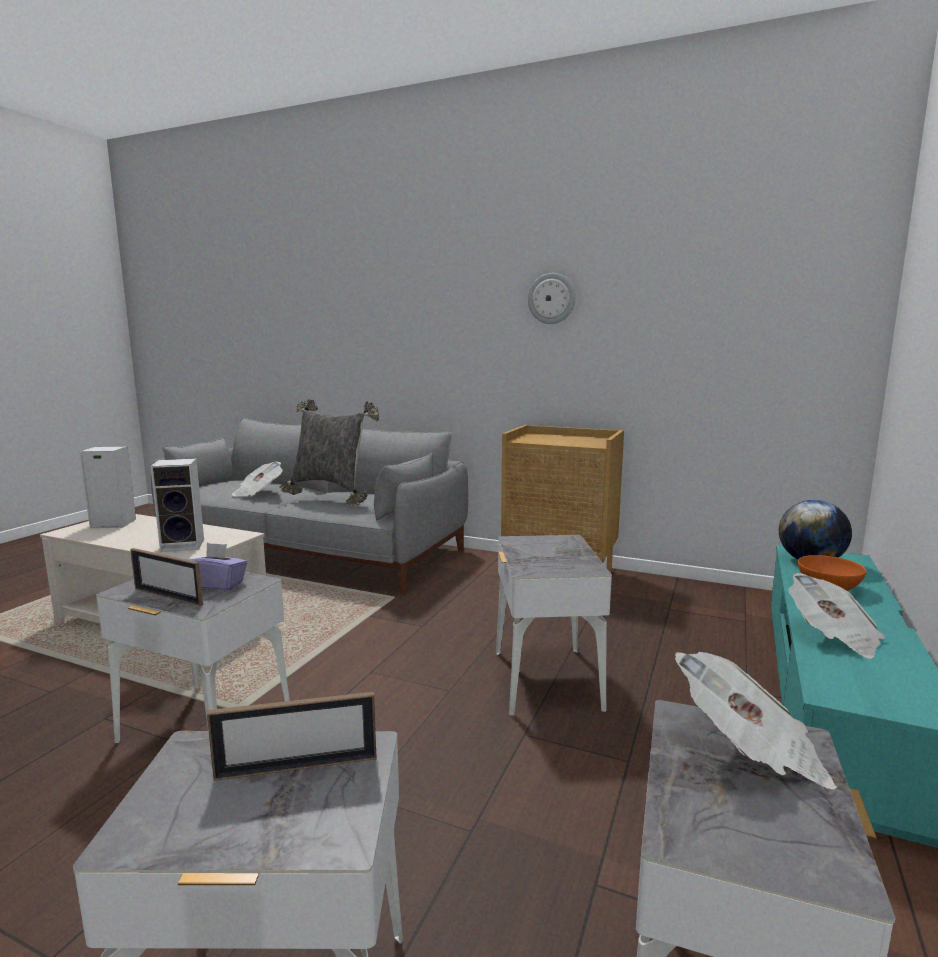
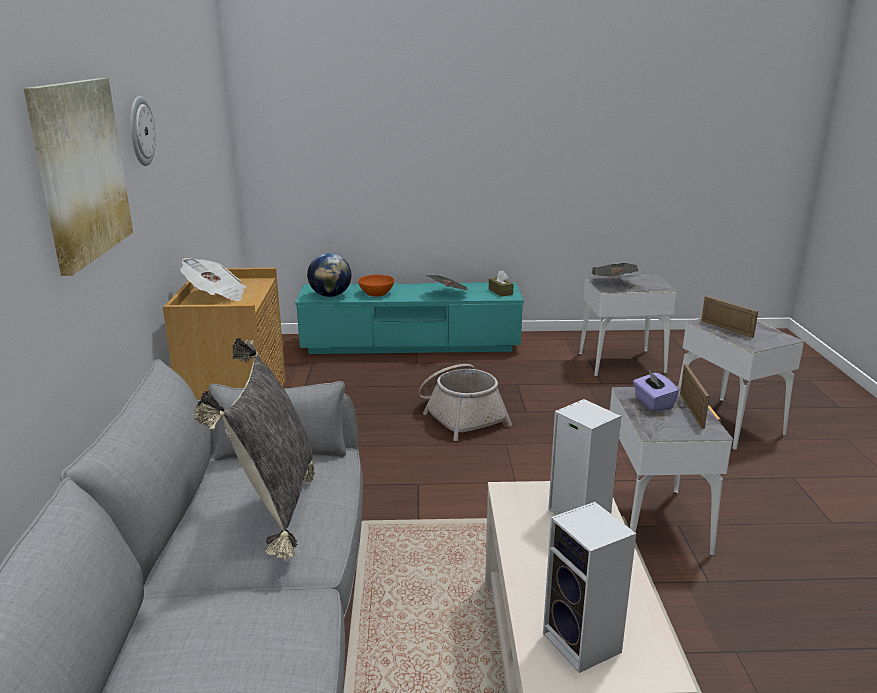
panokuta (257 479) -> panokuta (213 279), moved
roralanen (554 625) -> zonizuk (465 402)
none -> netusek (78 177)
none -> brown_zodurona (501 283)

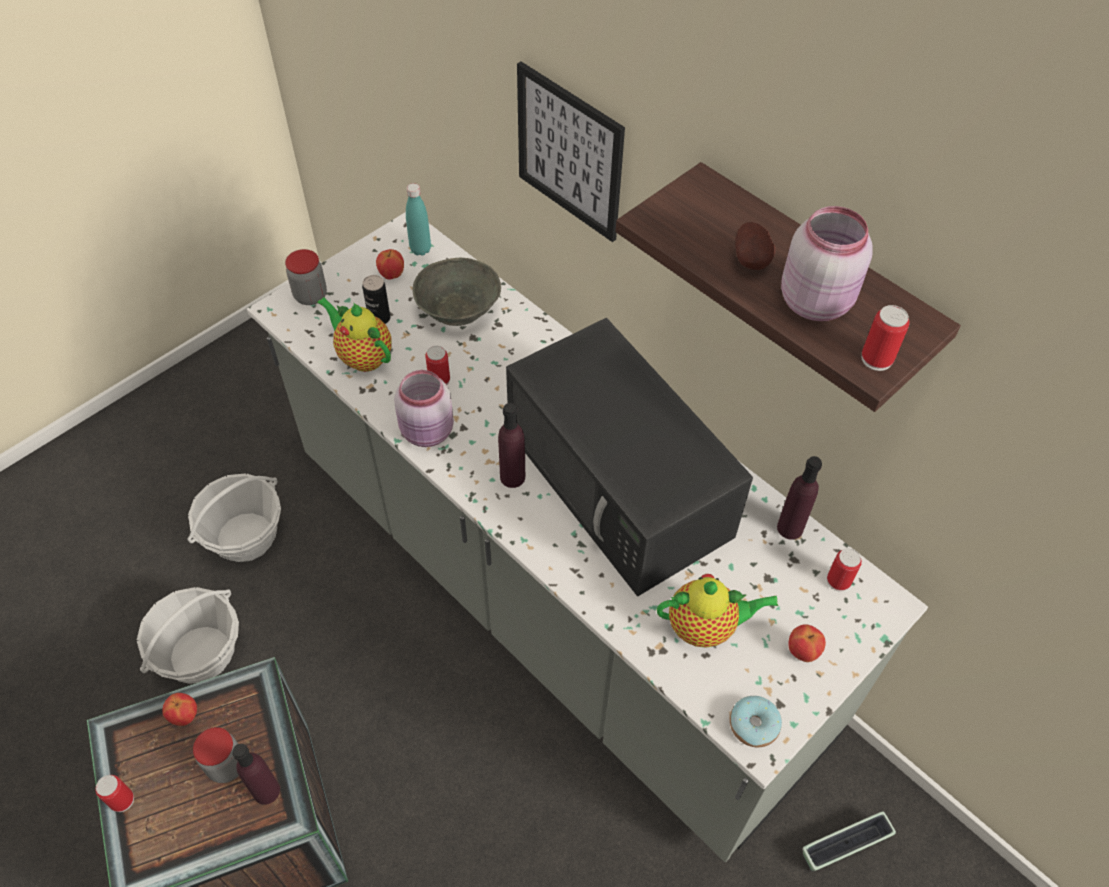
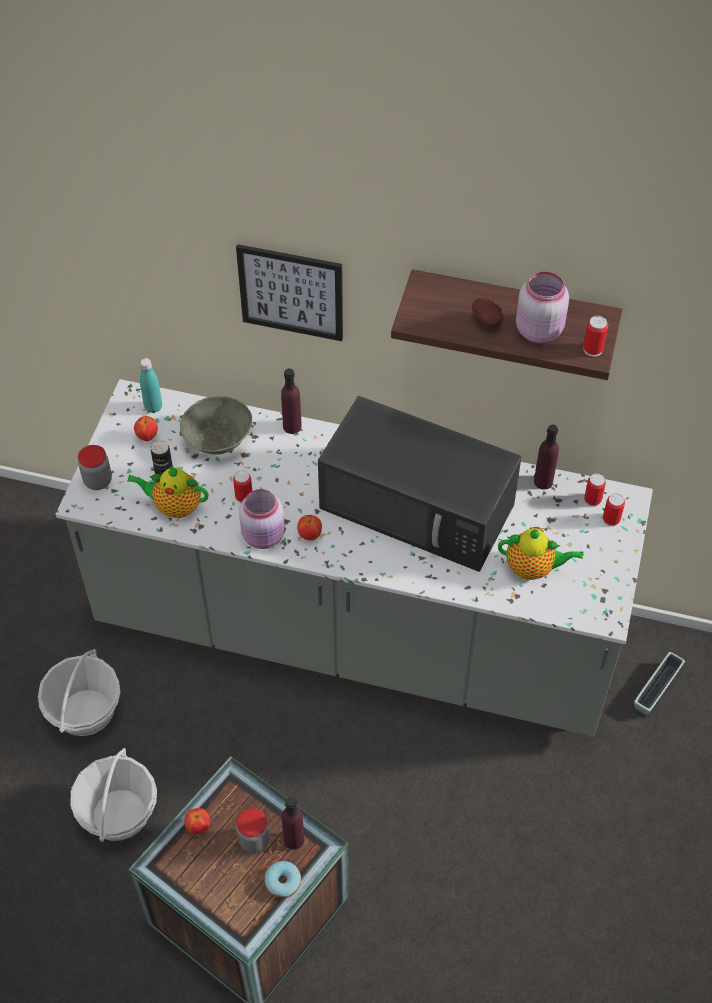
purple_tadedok (511 445) -> purple_tadedok (291 401), moved
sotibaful (717 611) -> sotibaful (540 553), 45 degrees clockwise
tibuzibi (807 643) -> tibuzibi (309 527), moved
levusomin (756 721) -> levusomin (283 879), moved
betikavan (114 793) -> betikavan (614 510), moved

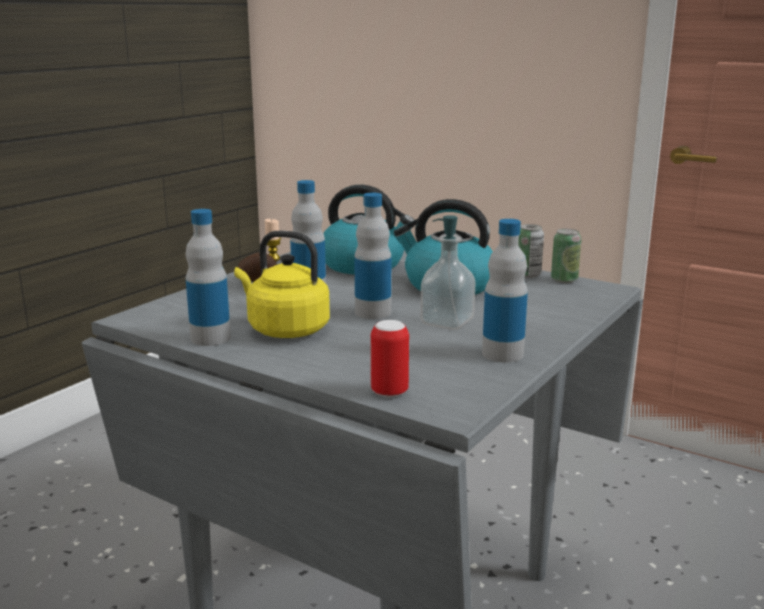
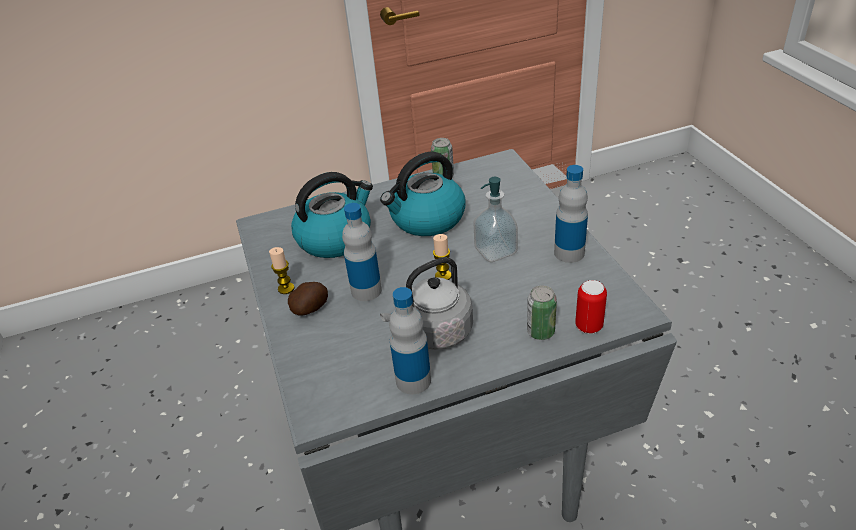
tadedok (372 256) -> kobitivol (442 257)
betikavan (566 256) -> betikavan (542 313), moved
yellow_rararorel (282 284) -> grey_rararorel (426 303)

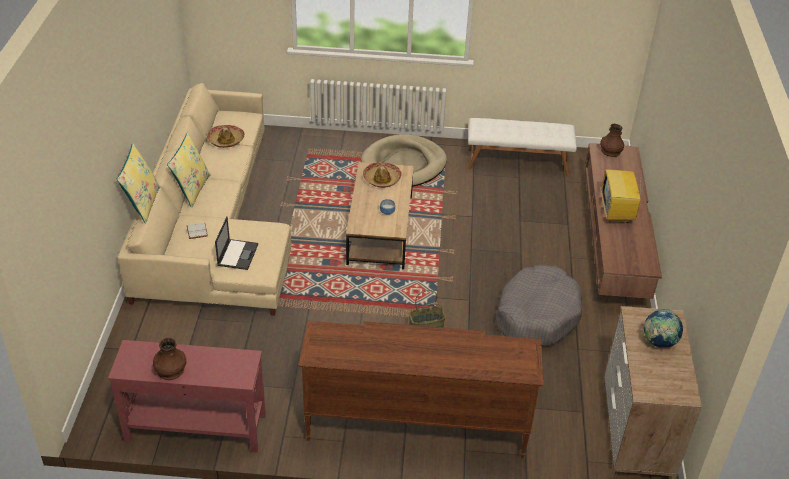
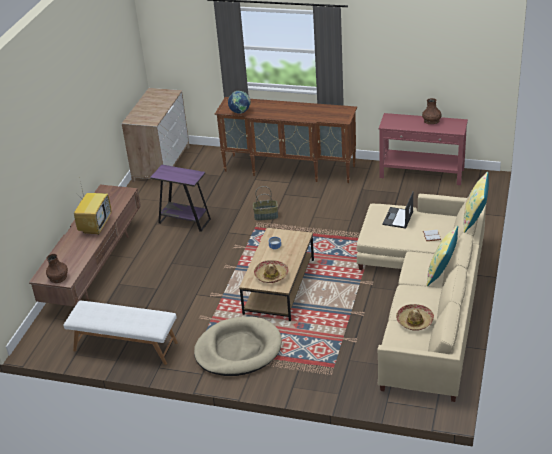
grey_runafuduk (539 305) -> purple_roralanen (180 198)
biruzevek (663 328) -> biruzevek (239 102), moved

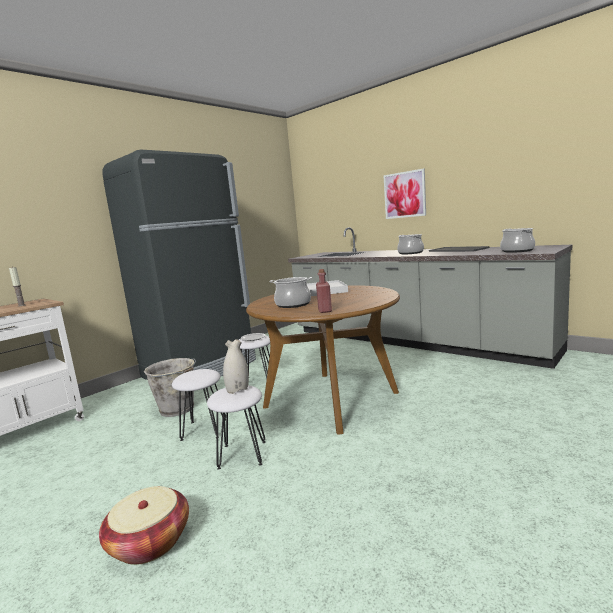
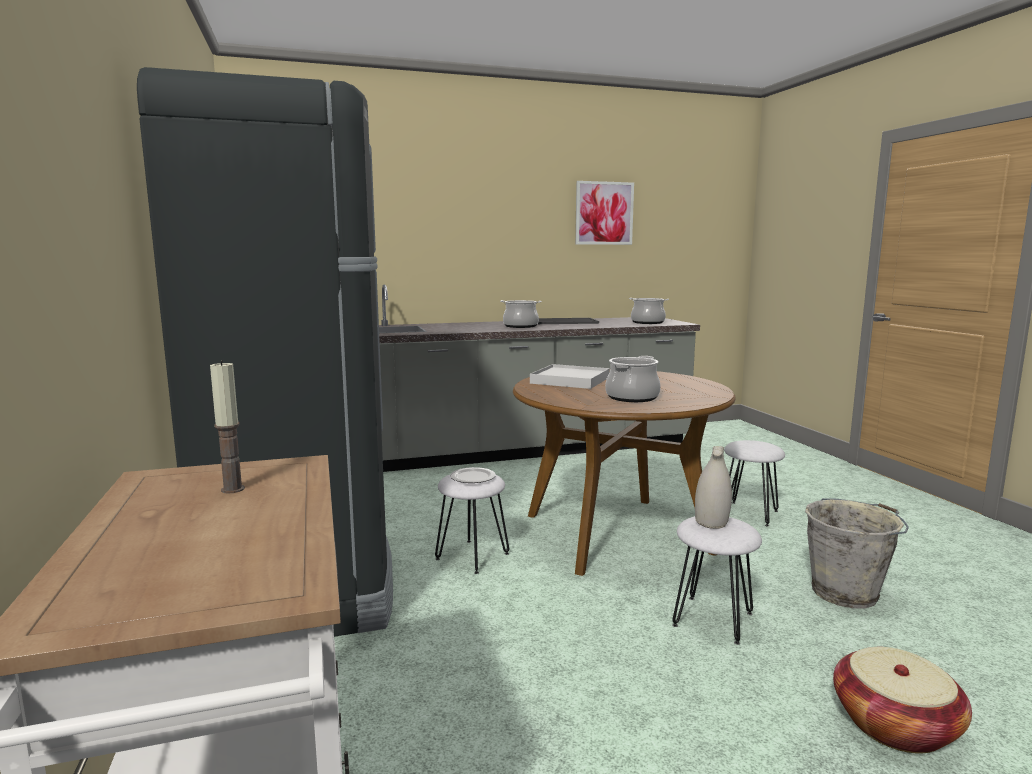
netusek (404 193) -> netusek (604 213), moved
red_tadedok (324 291) -> none
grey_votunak (170 387) -> grey_votunak (857 553), moved
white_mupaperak (199 405) -> white_mupaperak (754 483), moved

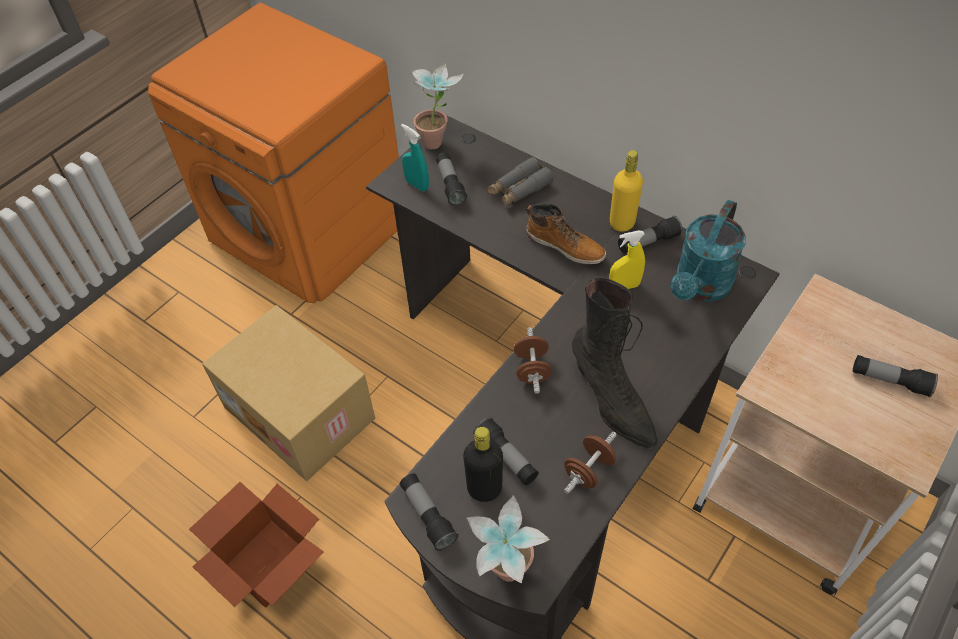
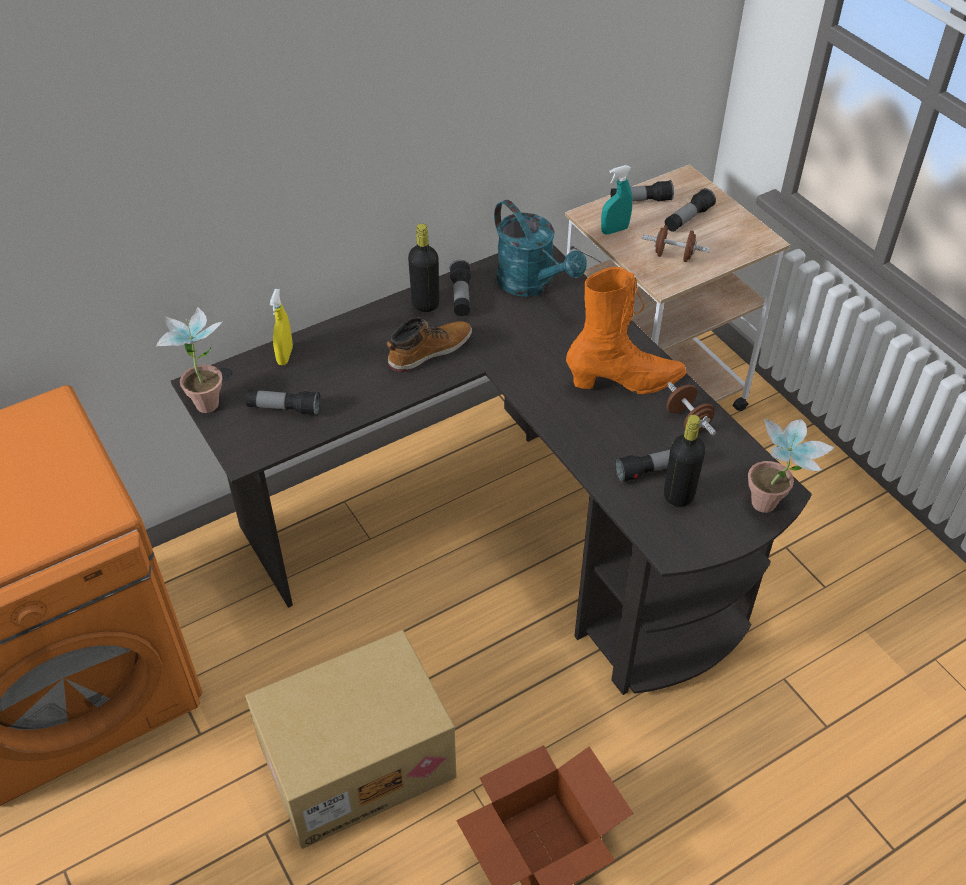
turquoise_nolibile (415 157) -> turquoise_nolibile (617 200), moved
yellow_tadedok (626 191) -> black_tadedok (423 268)
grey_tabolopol (520 182) -> none
yellow_nolibile (627 259) -> yellow_nolibile (281 327), moved
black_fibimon (614 363) -> orange_fibimon (626 330)
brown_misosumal (533 360) -> brown_misosumal (676 243), moved
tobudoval (429 512) -> tobudoval (642 191), moved

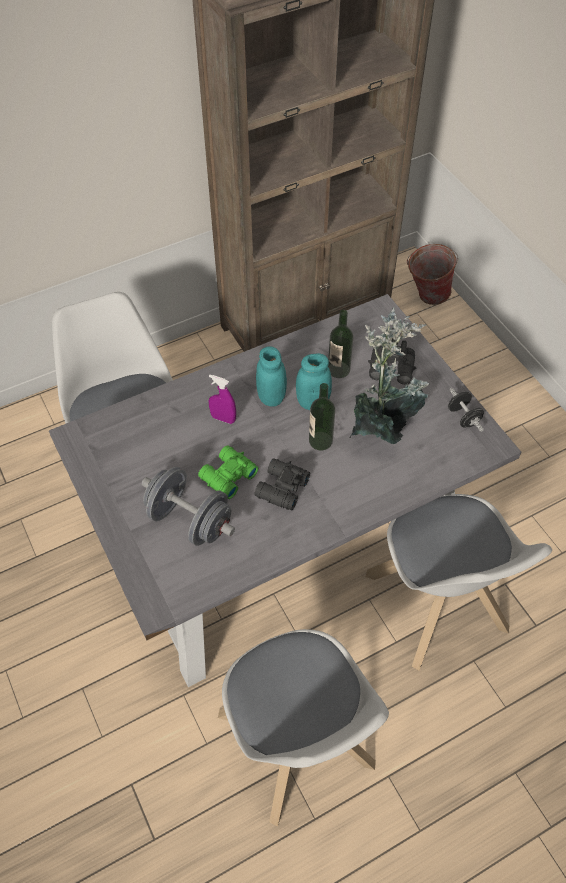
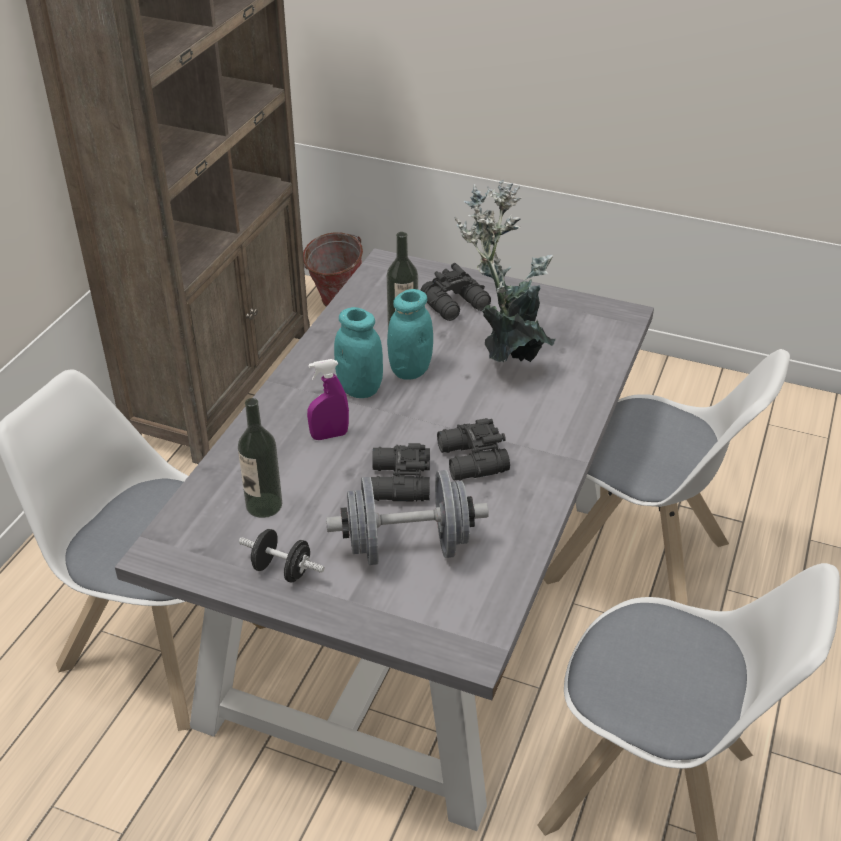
tadedok (322 416) -> tadedok (260 458), moved
black_misosumal (466 410) -> black_misosumal (281 556), moved
green_tabolopol (228 472) -> black_tabolopol (400 472)

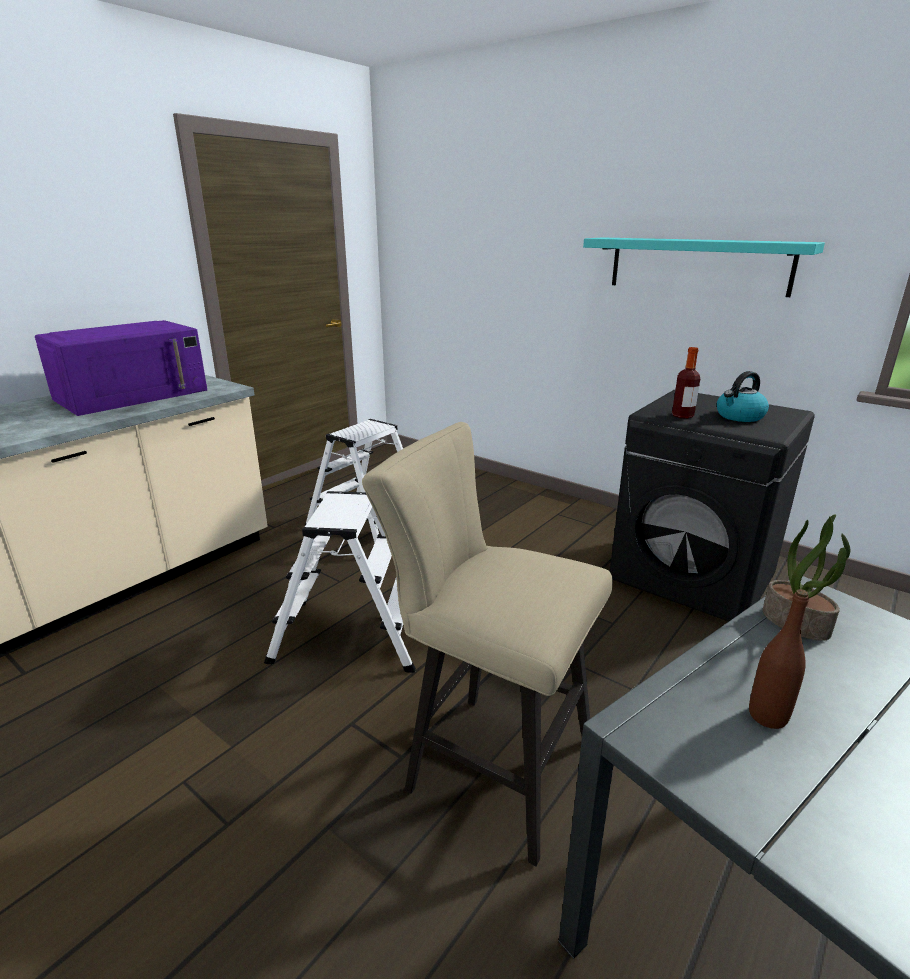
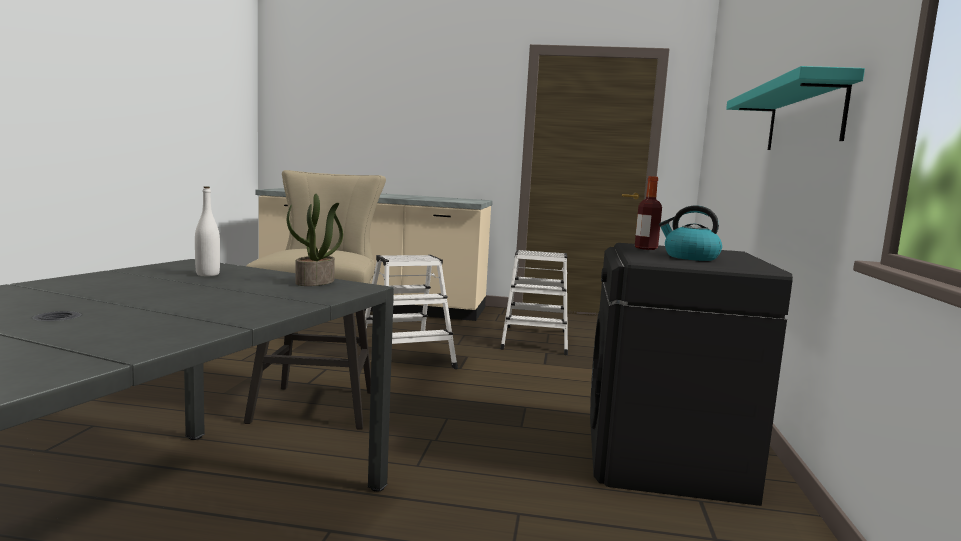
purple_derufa (121 368) -> none
brown_tadedok (779 659) -> white_tadedok (207 231)

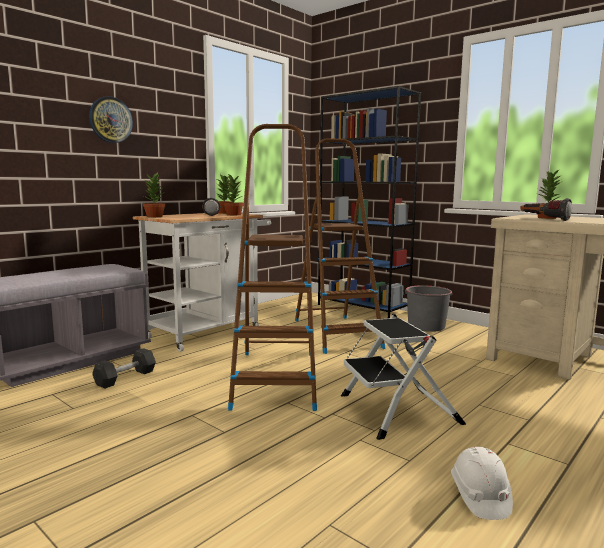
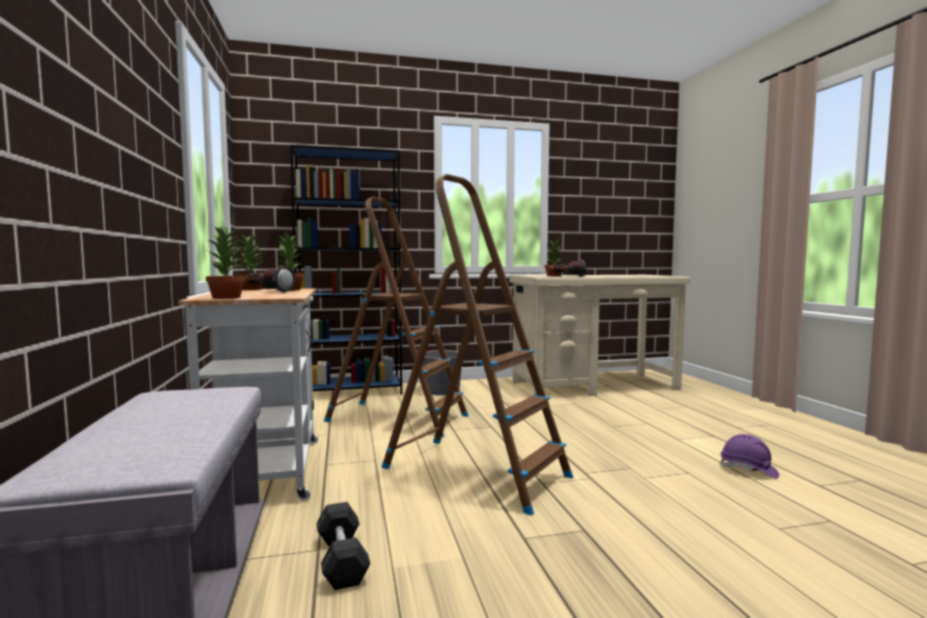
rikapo (111 119) -> none
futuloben (403 377) -> none
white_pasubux (482 483) -> purple_pasubux (749 456)

